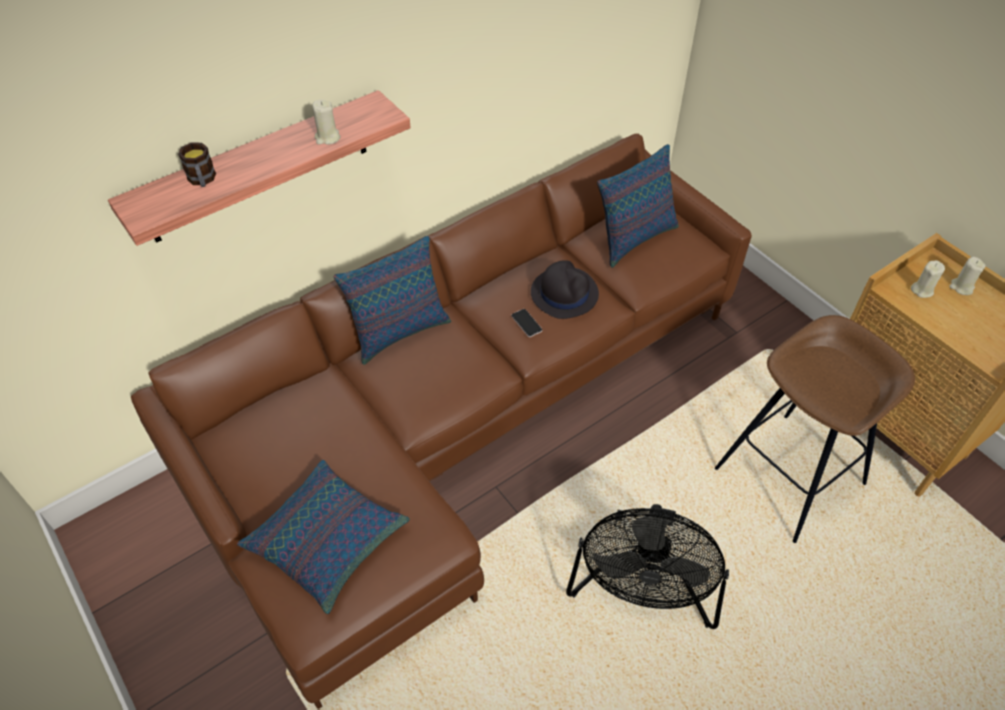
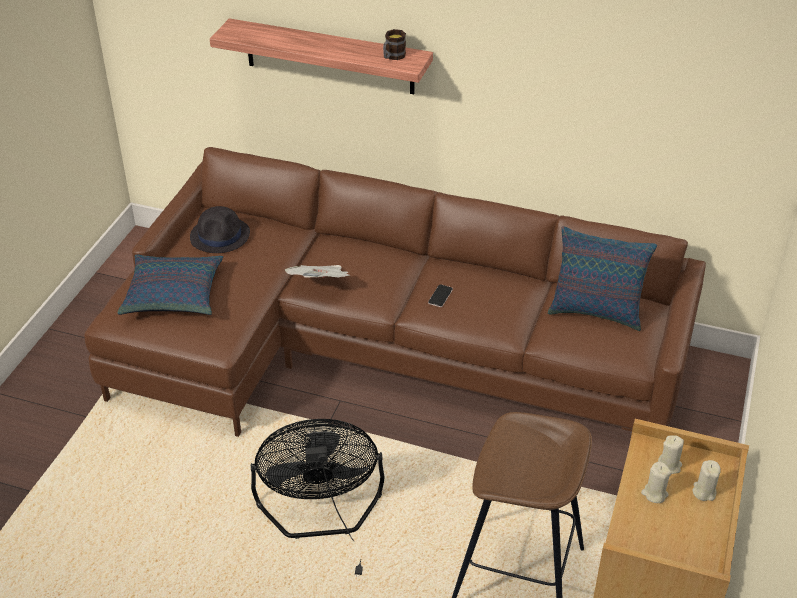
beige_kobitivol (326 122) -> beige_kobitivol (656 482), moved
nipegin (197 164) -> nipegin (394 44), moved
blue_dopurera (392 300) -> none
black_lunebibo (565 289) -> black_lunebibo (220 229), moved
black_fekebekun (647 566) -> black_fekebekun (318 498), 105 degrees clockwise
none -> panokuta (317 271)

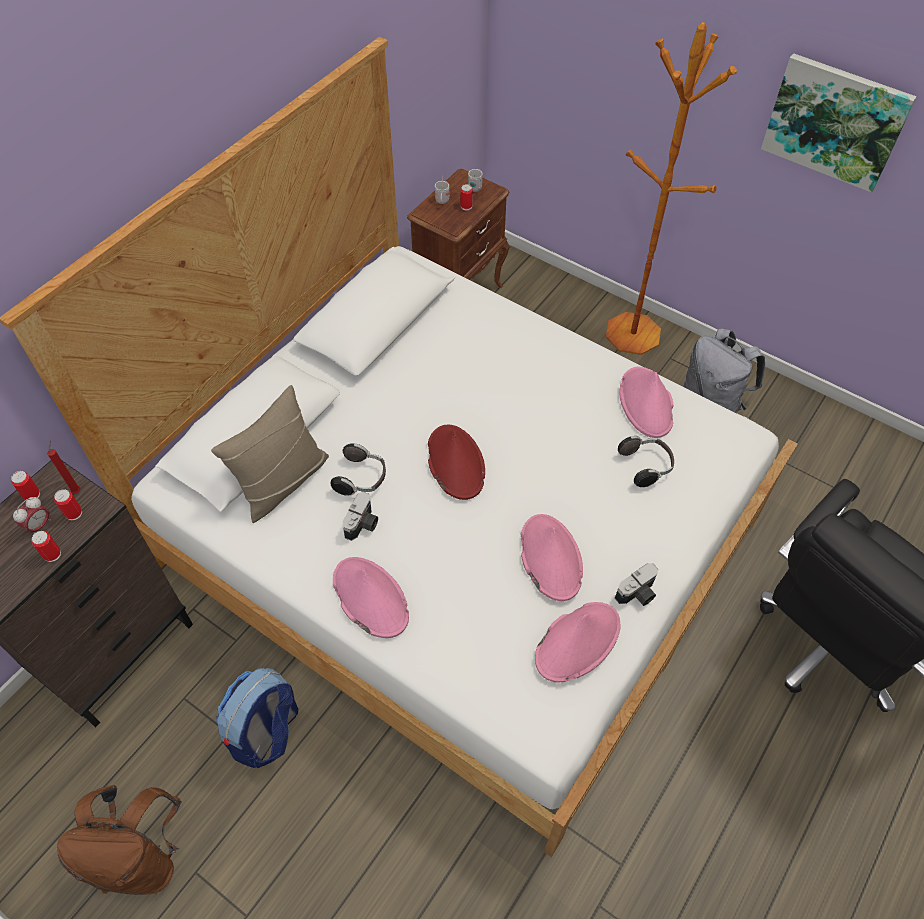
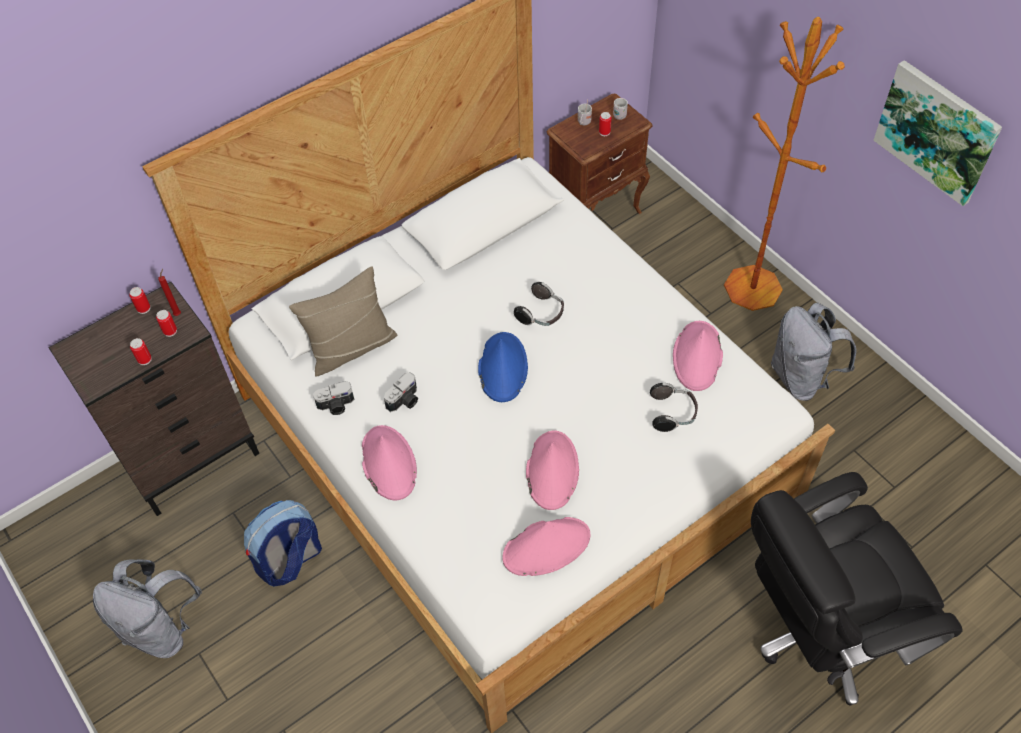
red_lunebibo (456 462) -> blue_lunebibo (503 367)
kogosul (358 469) -> kogosul (539 304), moved
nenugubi (32 515) -> none
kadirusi (636 584) -> kadirusi (333 398), moved
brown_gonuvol (119 840) -> grey_gonuvol (147 608)

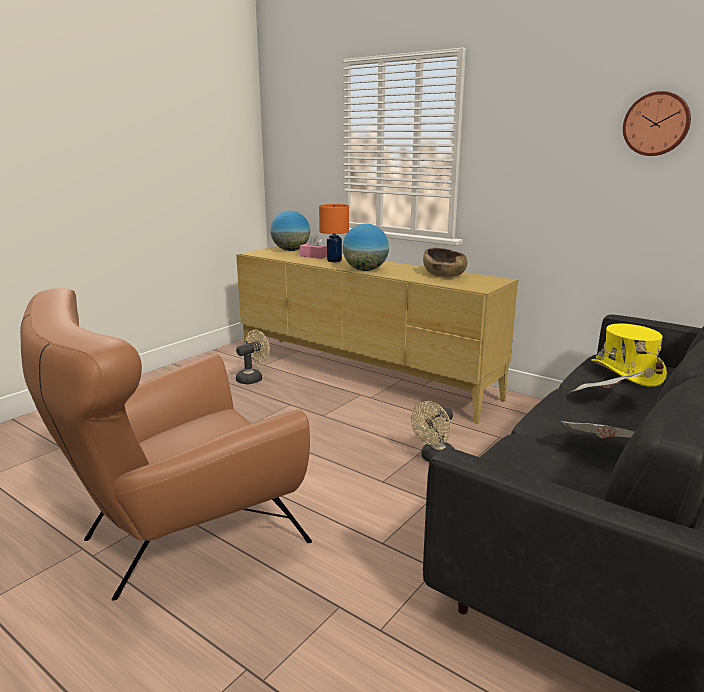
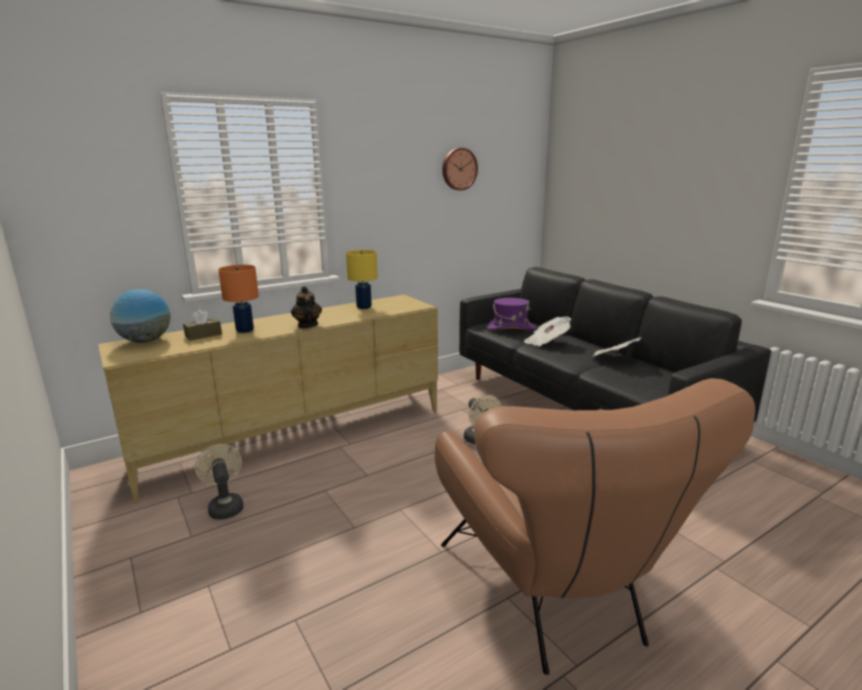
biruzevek (365 247) -> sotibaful (306 307)
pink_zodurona (313 247) -> brown_zodurona (202 325)
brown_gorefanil (445 262) -> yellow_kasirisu (362 279)
yellow_lunebibo (629 355) -> purple_lunebibo (511 314)

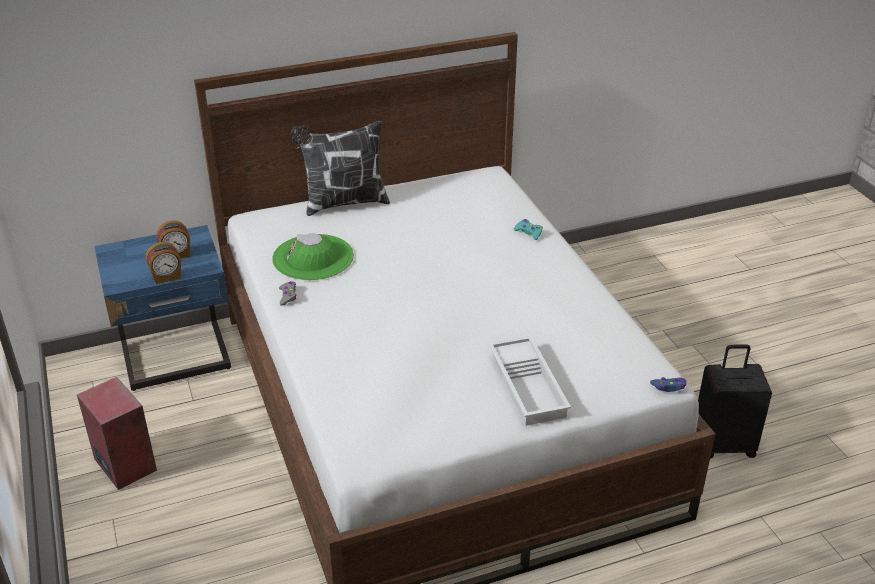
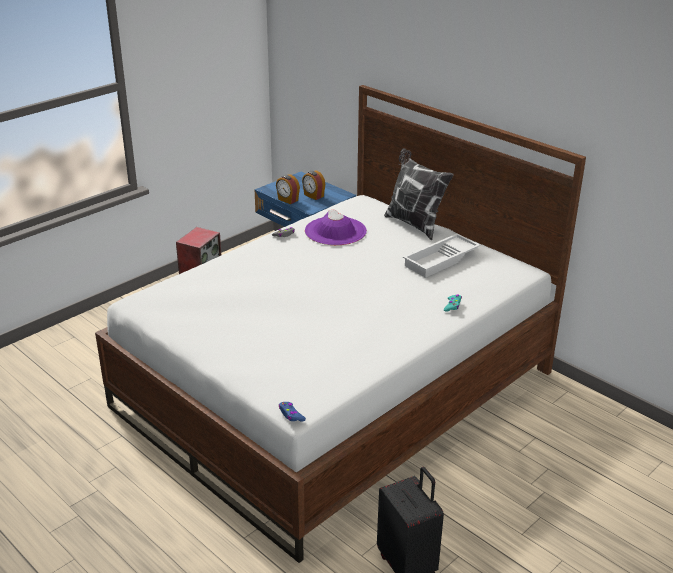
green_lunebibo (313 257) -> purple_lunebibo (336 227)
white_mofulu (530 381) -> white_mofulu (441 255), moved

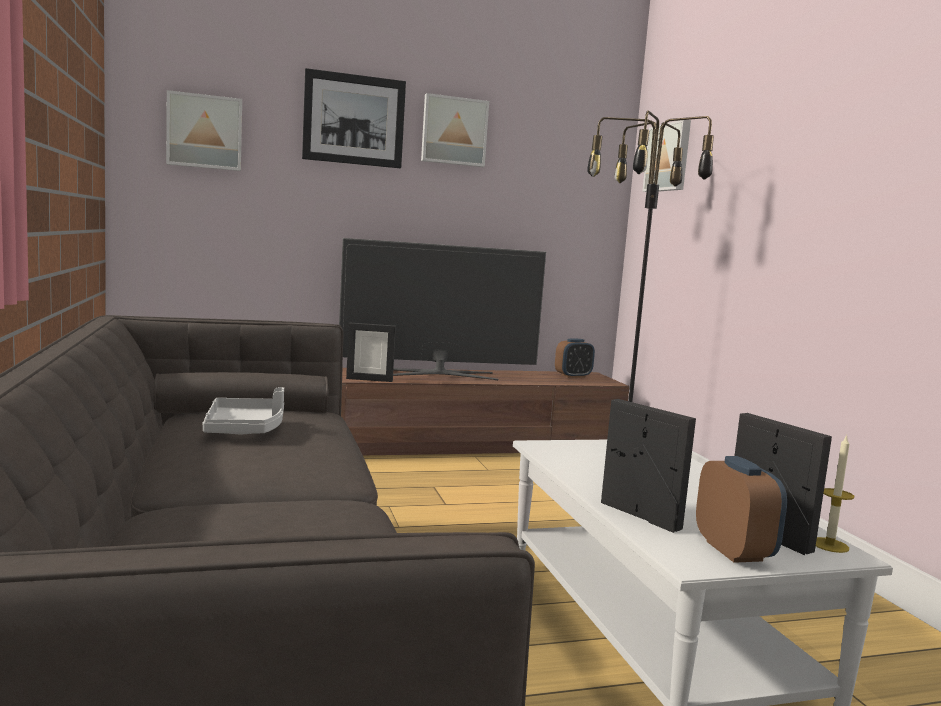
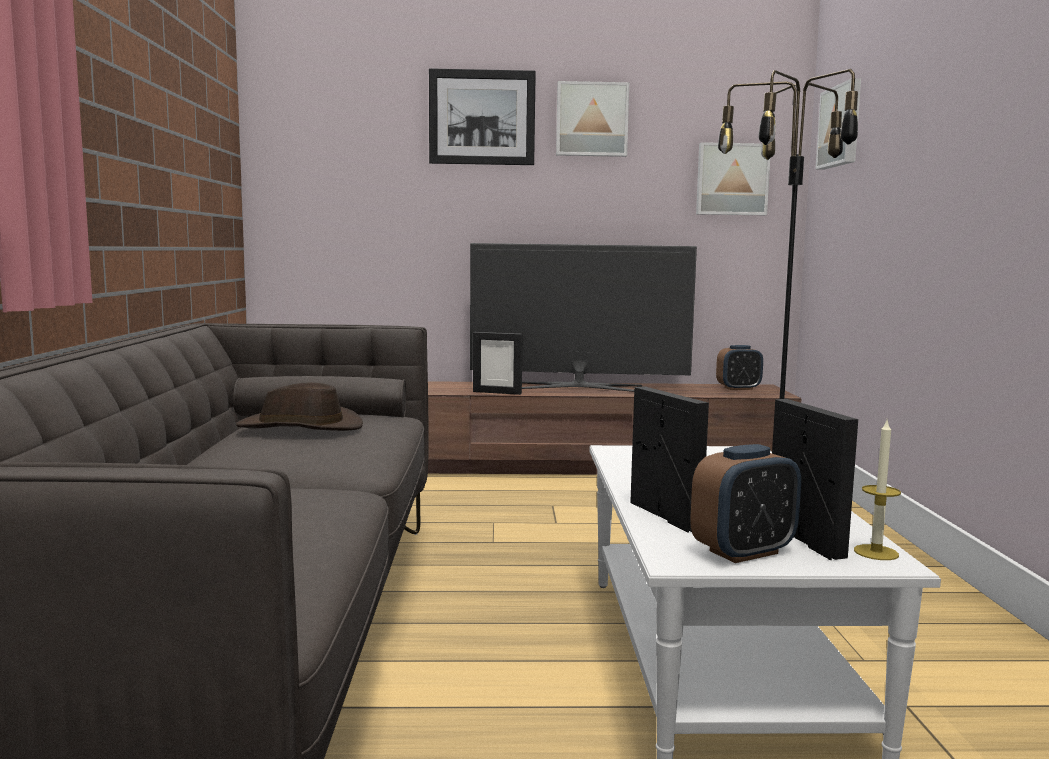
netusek (204 130) -> netusek (733 178), moved
grey_mofulu (243 410) -> brown_lunebibo (299 406)
nenugubi (741 509) -> nenugubi (745 503), 60 degrees clockwise

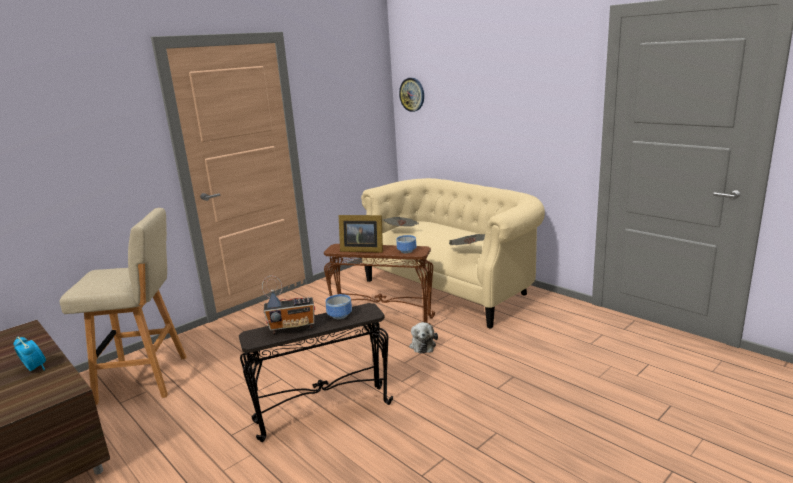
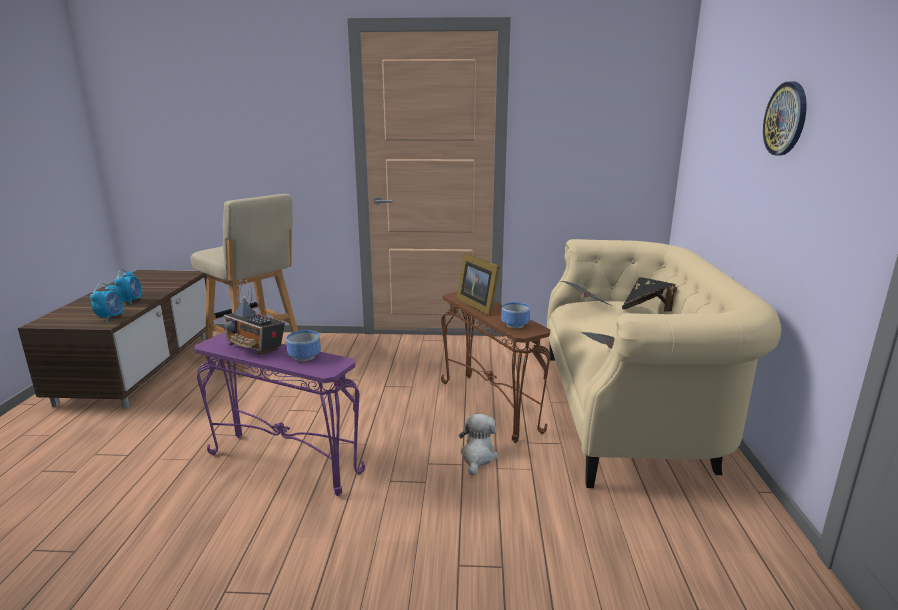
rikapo (411 95) -> rikapo (785 118), moved
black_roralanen (316 372) -> purple_roralanen (279 414)
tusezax (423 338) -> tusezax (478 445), 150 degrees clockwise
none -> black_lunebibo (649 294)
none -> nenugubi (107 302)

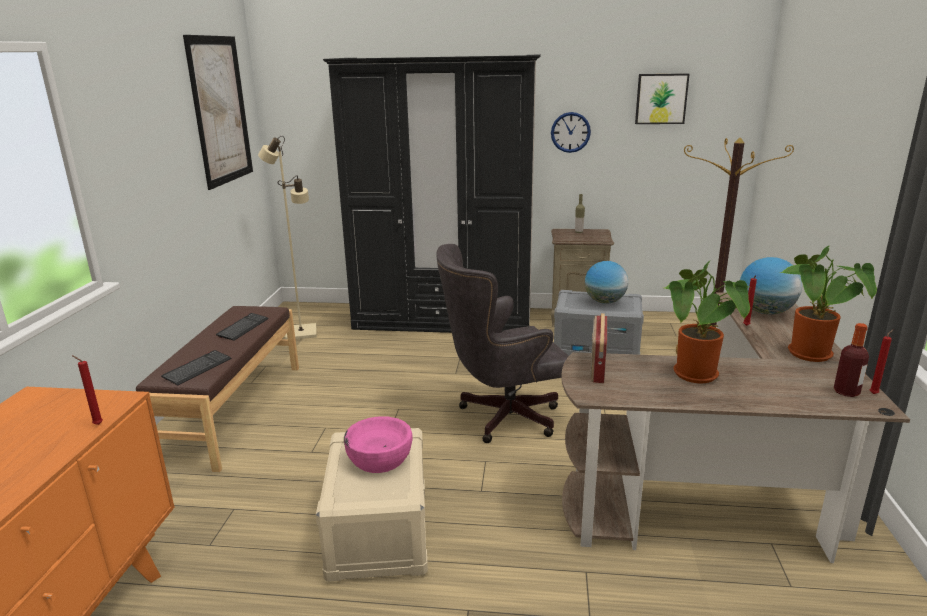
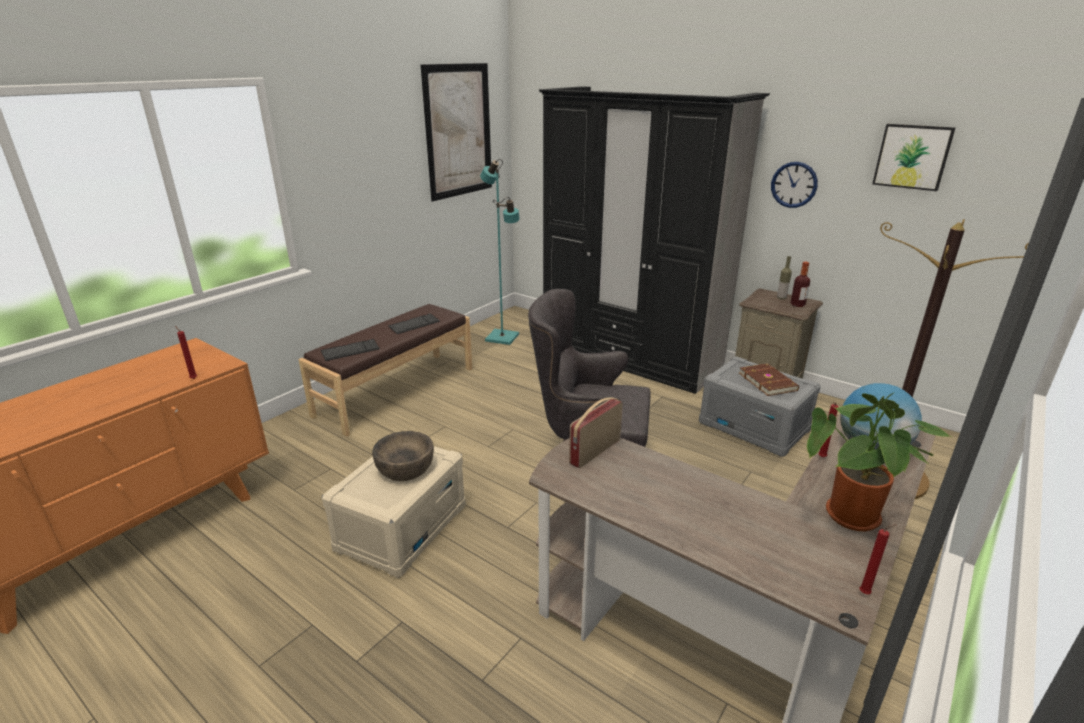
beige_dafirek (287 237) -> turquoise_dafirek (500 252)
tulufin (707 321) -> none
biruzevek (606 282) -> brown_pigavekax (769 379)
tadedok (851 360) -> tadedok (800 284), moved
pink_gorefanil (378 444) -> brown_gorefanil (403 456)

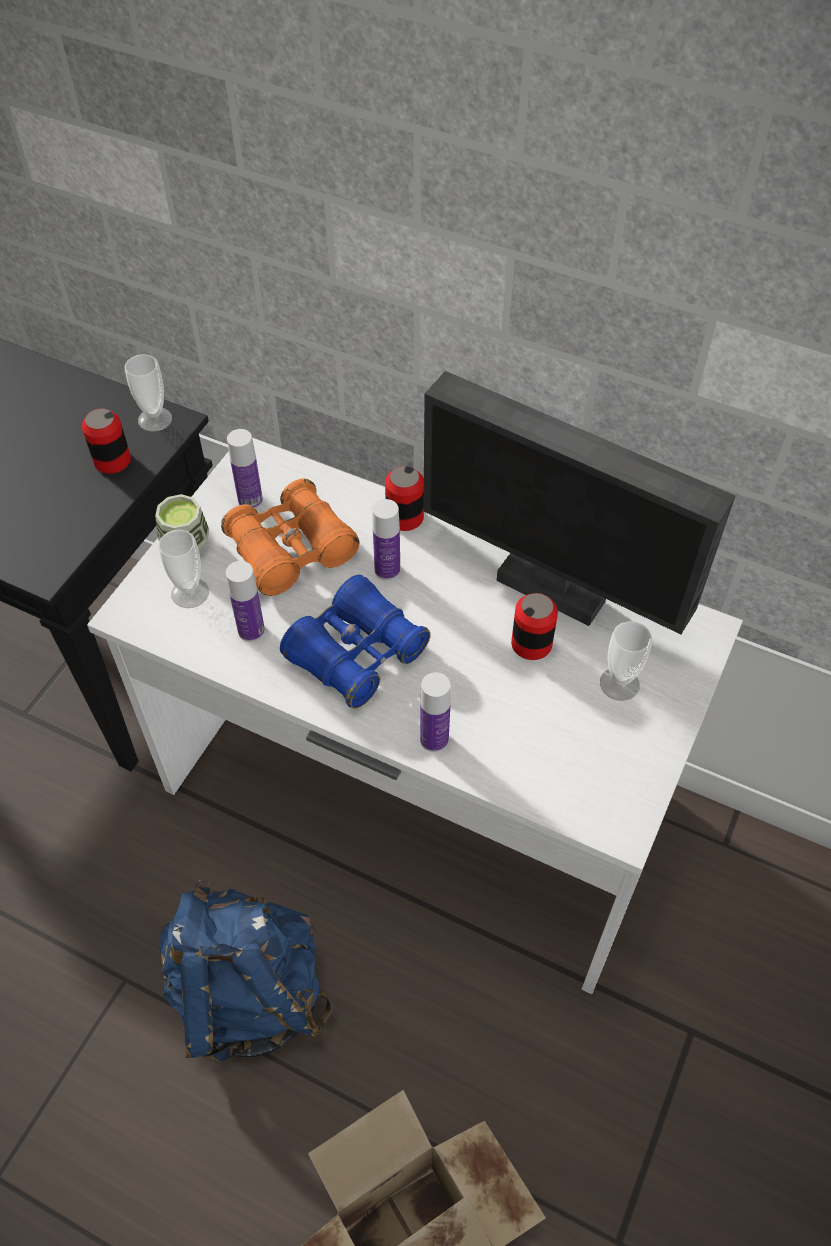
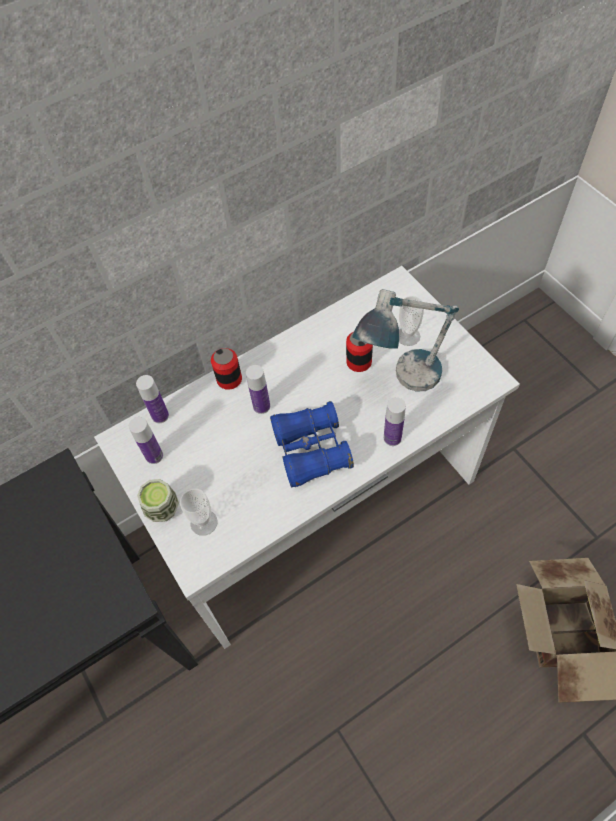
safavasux (148 393) -> none
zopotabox (579 502) -> none
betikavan (106 441) -> none
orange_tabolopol (290 537) -> none
tadedok (245 601) -> tadedok (152 399), moved
blue_gonuvol (246 971) -> none
none -> kasirisu (405 340)

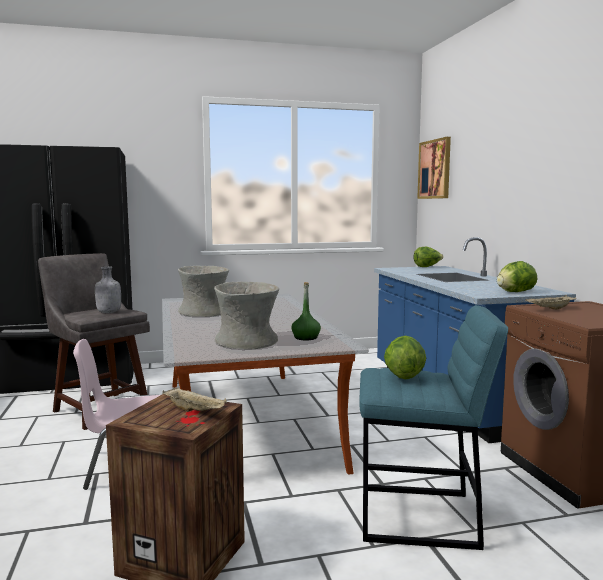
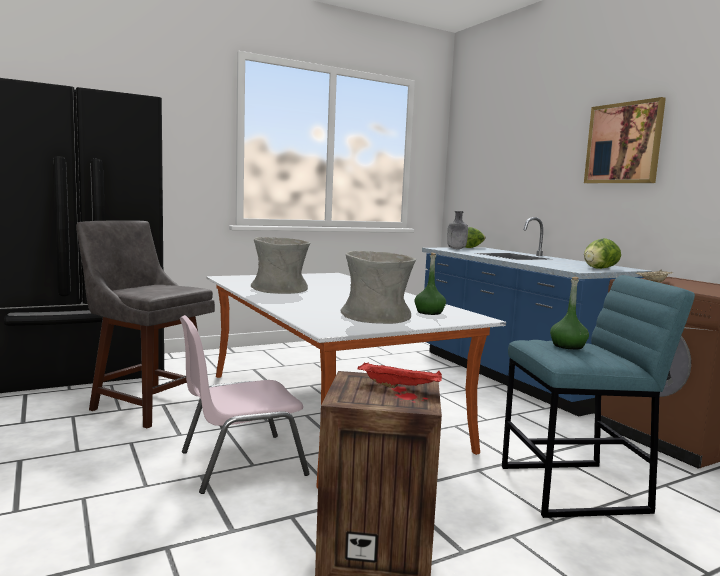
netusek (434 168) -> netusek (625 140), moved
grey_tadedok (108 289) -> grey_tadedok (457 230), moved
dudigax (405 357) -> green_tadedok (569 313)
beige_mofulu (194 400) -> red_mofulu (400 375)

